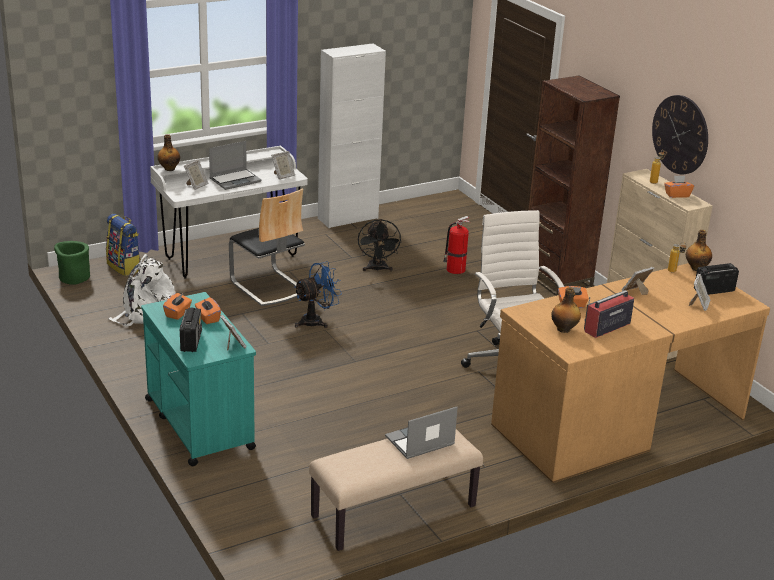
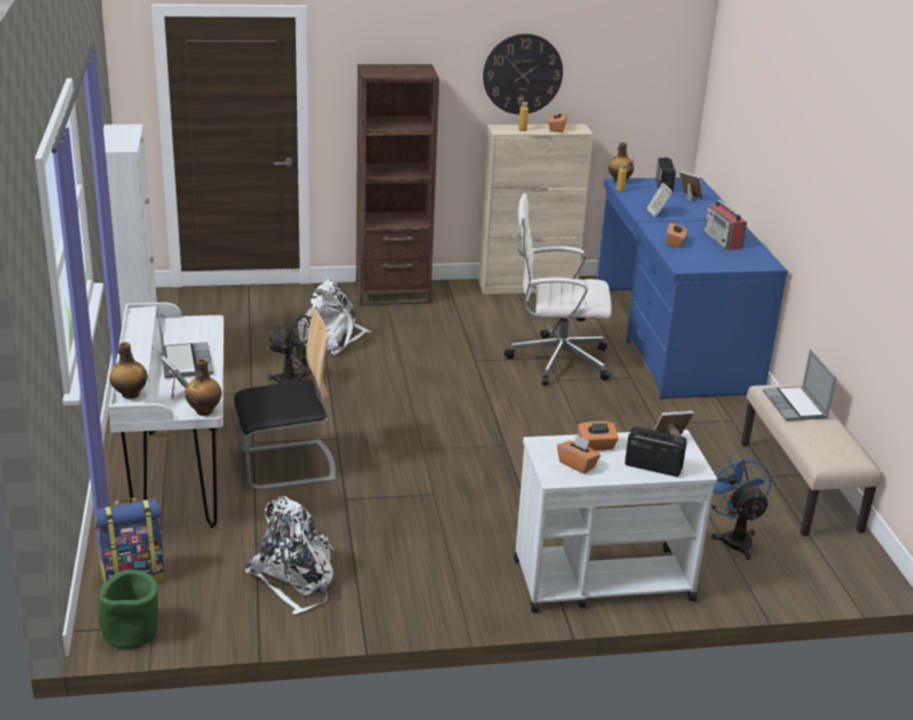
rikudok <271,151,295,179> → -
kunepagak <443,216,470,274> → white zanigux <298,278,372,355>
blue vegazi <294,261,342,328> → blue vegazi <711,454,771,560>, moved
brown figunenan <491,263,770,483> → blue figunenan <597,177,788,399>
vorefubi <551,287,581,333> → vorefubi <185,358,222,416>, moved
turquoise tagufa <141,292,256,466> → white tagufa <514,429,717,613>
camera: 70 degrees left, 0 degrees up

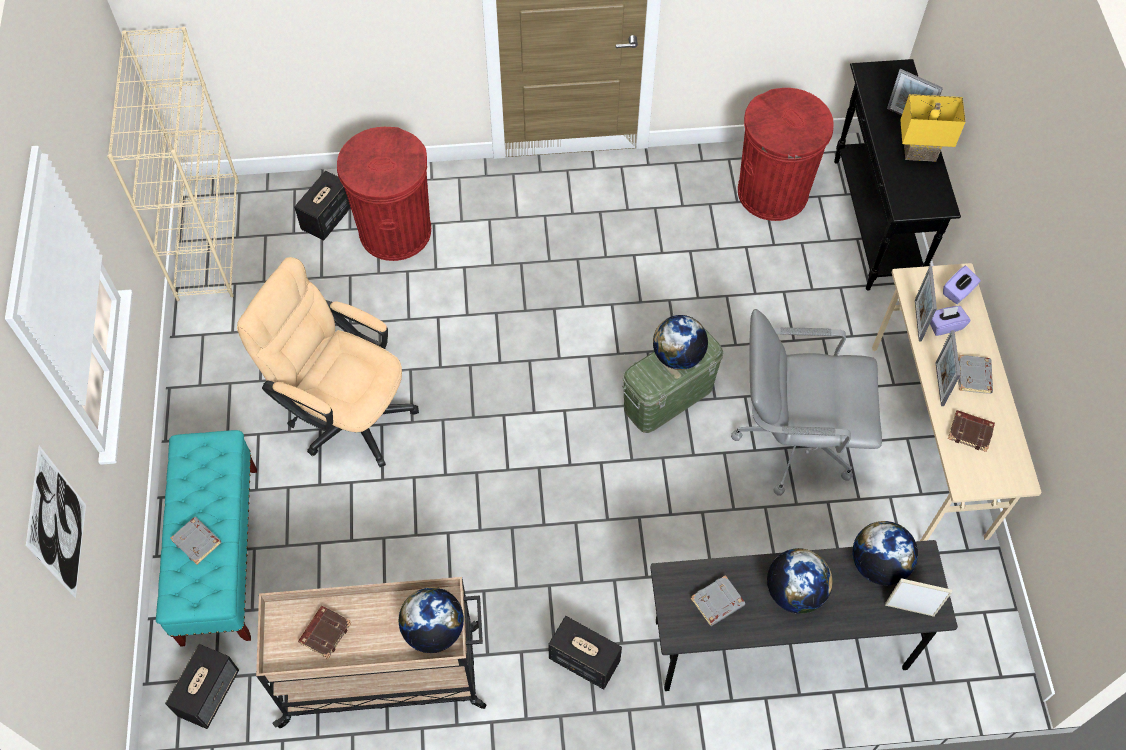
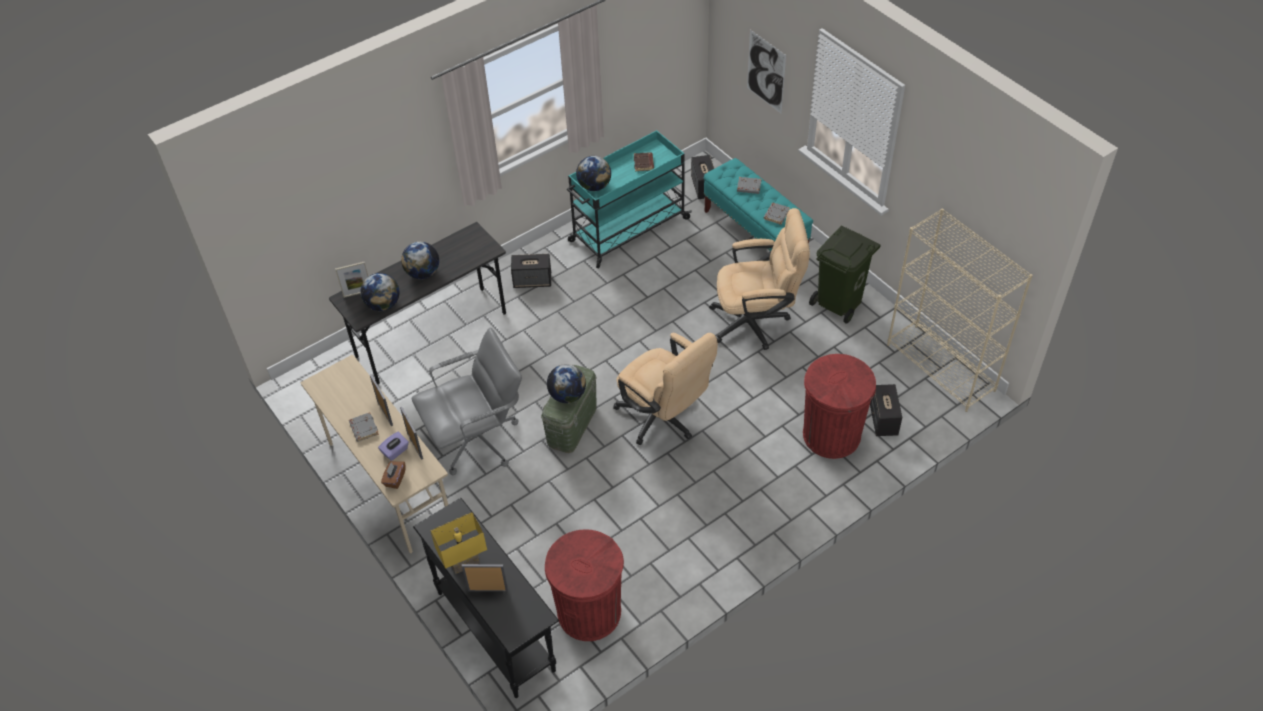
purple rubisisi <943,266,981,304> → brown rubisisi <381,461,406,489>
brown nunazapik <948,410,995,452> → -
grey nunazapik <691,575,745,626> → grey nunazapik <764,203,790,225>, moved
beige tagufa <256,577,487,728> → turquoise tagufa <567,130,692,268>
- → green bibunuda <809,225,880,324>
- → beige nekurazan <613,333,718,445>
camera: 150 degrees right, 10 degrees down

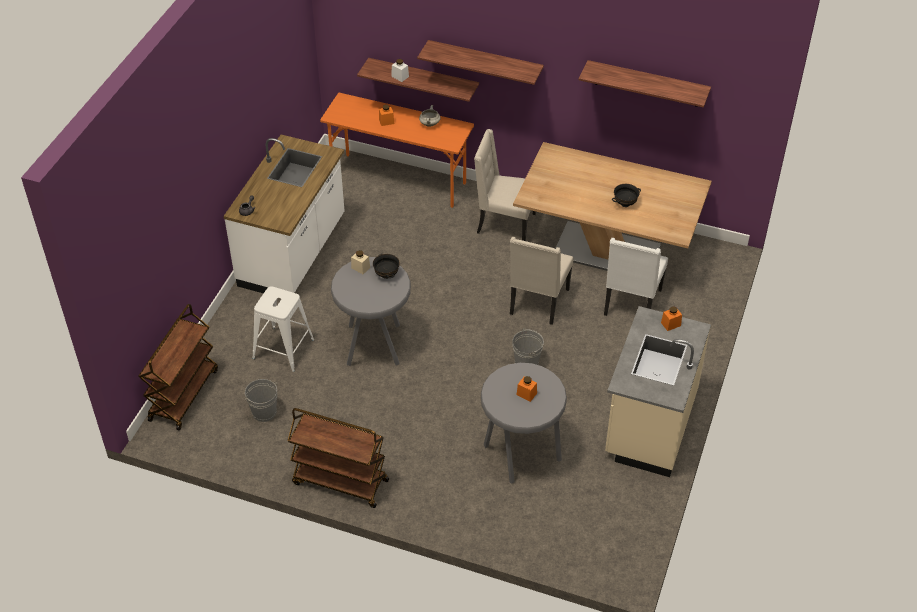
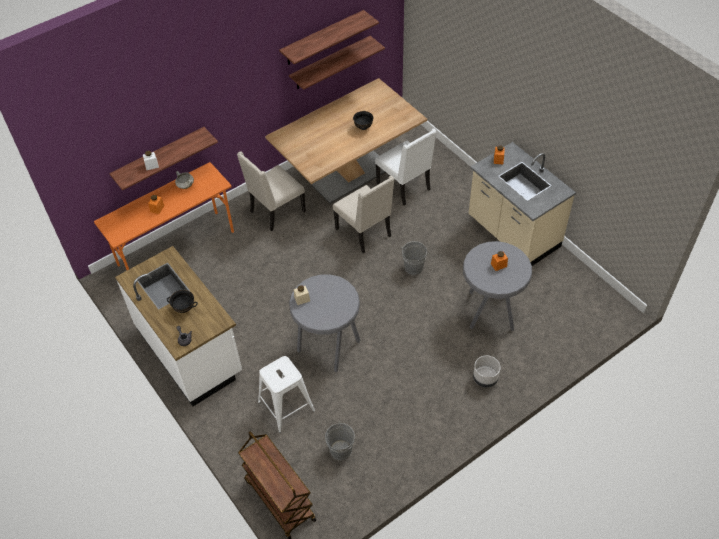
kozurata <417,40,544,85> → kozurata <289,36,385,90>, moved
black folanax <373,254,400,279> → black folanax <167,290,198,313>, moved
brown tagufa <288,408,389,508> → -
- → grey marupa <473,356,501,388>
camera: 55 degrees left, 5 degrees up

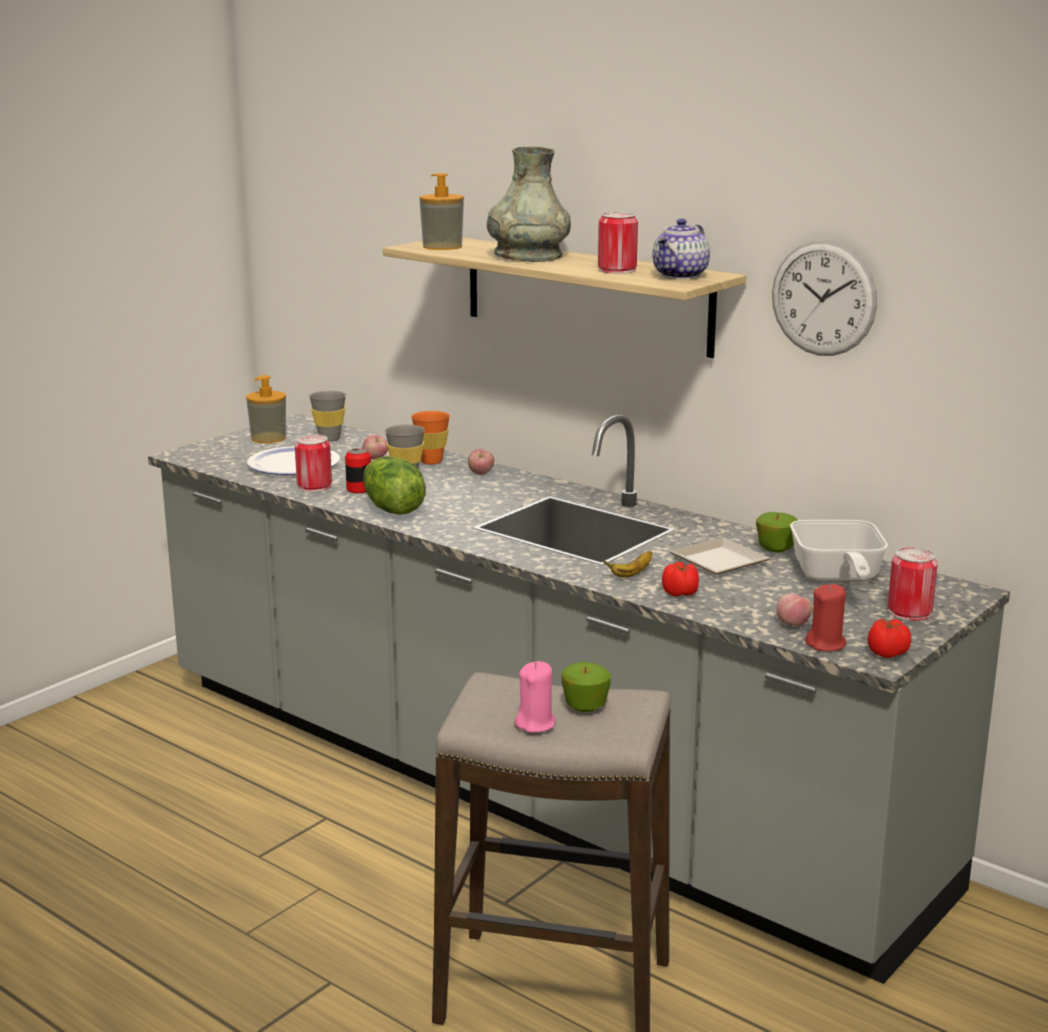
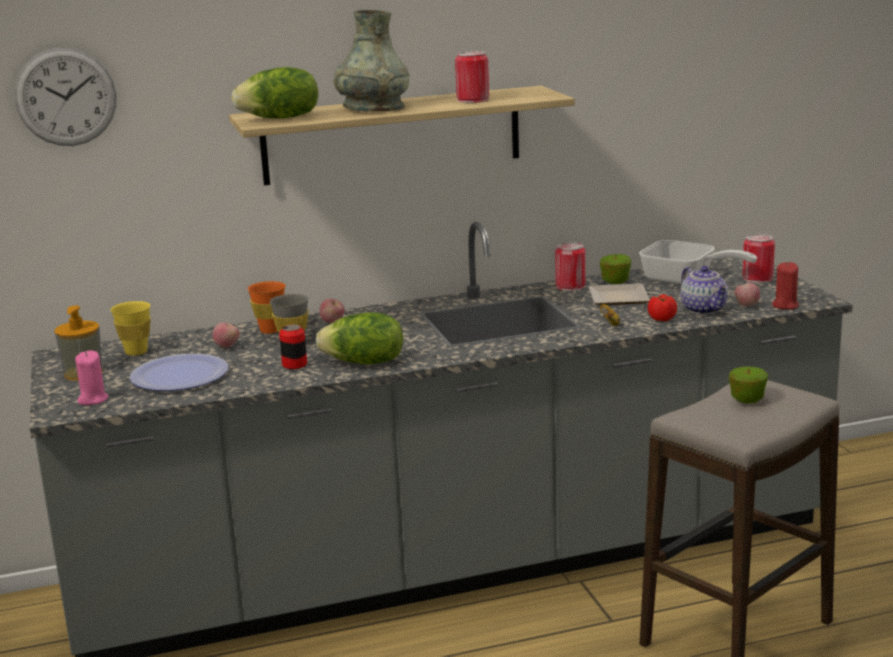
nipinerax <419,173,464,250> → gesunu <232,67,318,119>
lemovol <652,219,710,279> → lemovol <680,266,728,315>, moved
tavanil <772,240,877,356> → tavanil <15,48,116,146>, moved
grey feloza <309,391,346,442> → yellow feloza <110,301,151,356>
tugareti <295,434,332,492> → tugareti <555,242,586,291>, moved
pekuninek <867,619,911,658> → -
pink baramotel <514,661,556,733> → pink baramotel <75,351,108,405>, moved
camera: 55 degrees left, 0 degrees up

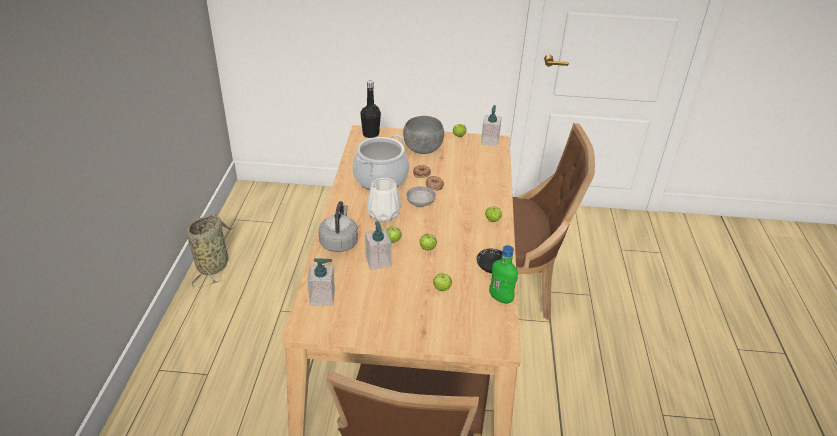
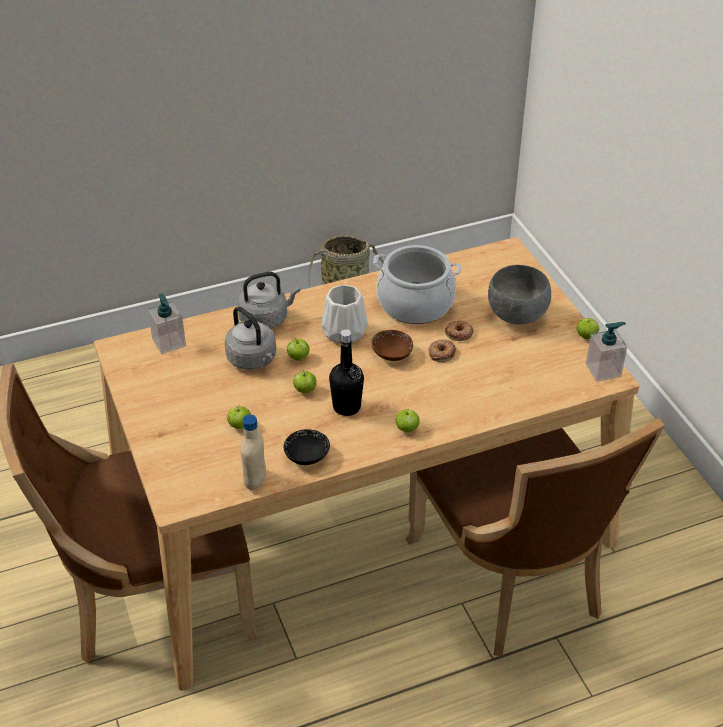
black vorefubi <361,81,381,138> → black vorefubi <329,329,364,416>, moved
grey folanax <406,186,436,207> → brown folanax <372,330,413,361>
nipinerax <365,221,391,270> → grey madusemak <225,307,276,370>
green vorefubi <489,245,518,304> → beige vorefubi <240,414,266,490>
camera: 65 degrees right, 5 degrees up

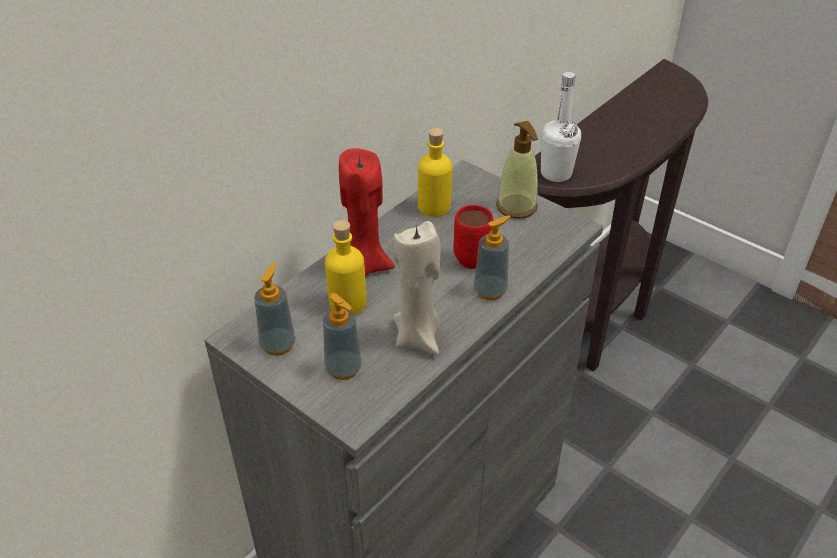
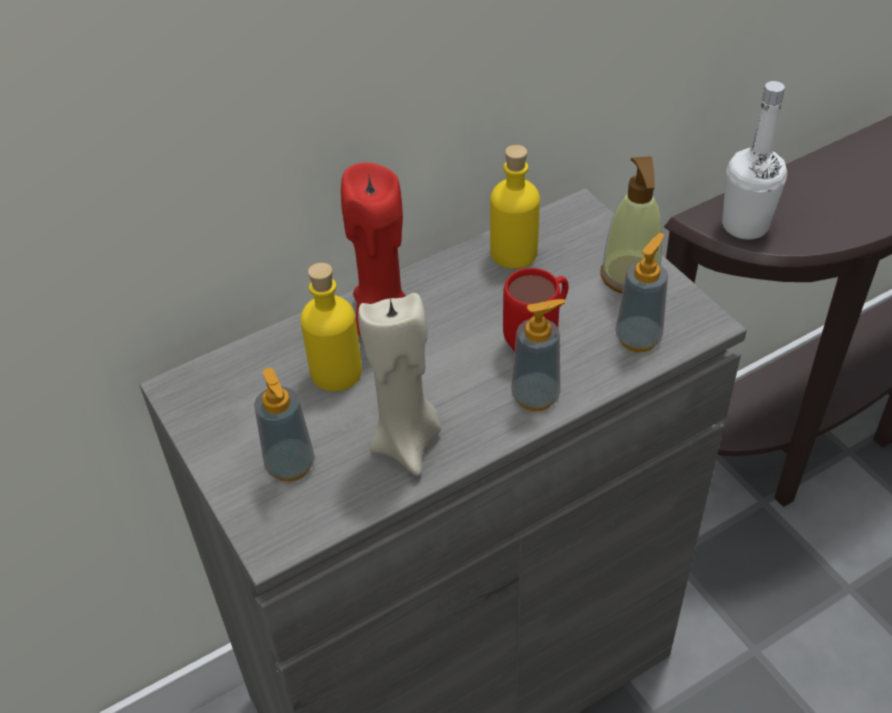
nipinerax <254,263,296,356> → nipinerax <616,233,668,352>, moved
camera: 20 degrees right, 5 degrees up

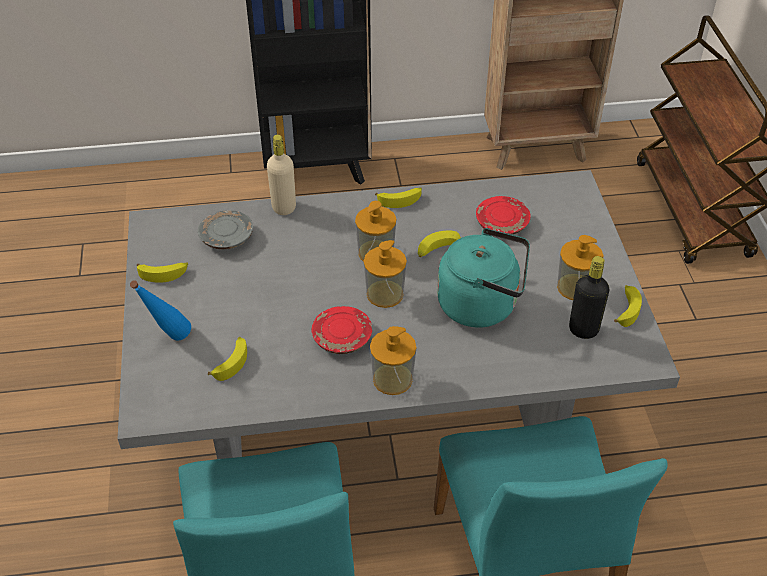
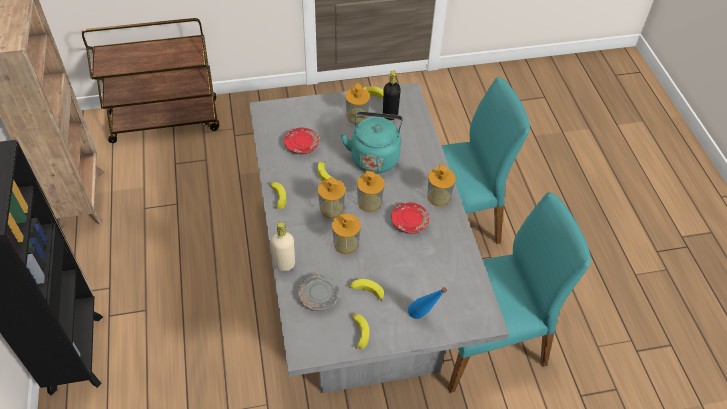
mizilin <208,337,247,381> → mizilin <349,279,384,301>, moved
- → nipinerax <332,213,361,254>
camera: 95 degrees left, 5 degrees up

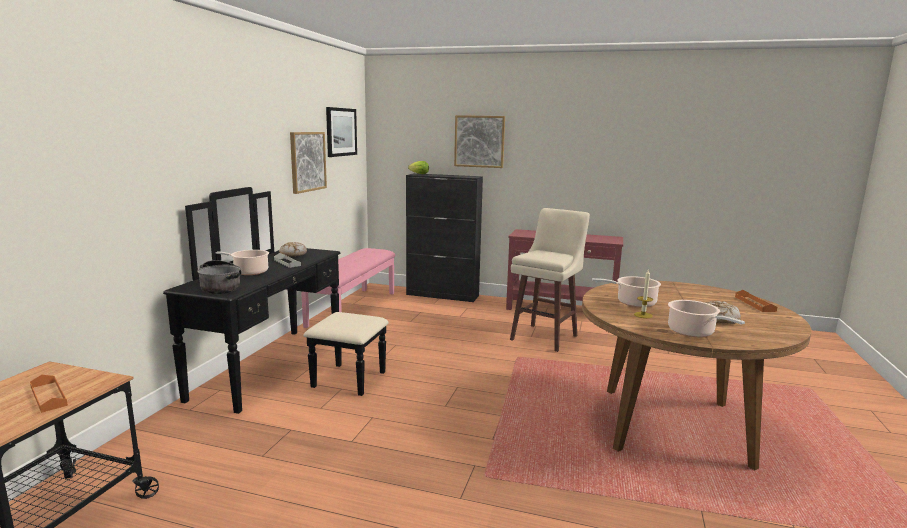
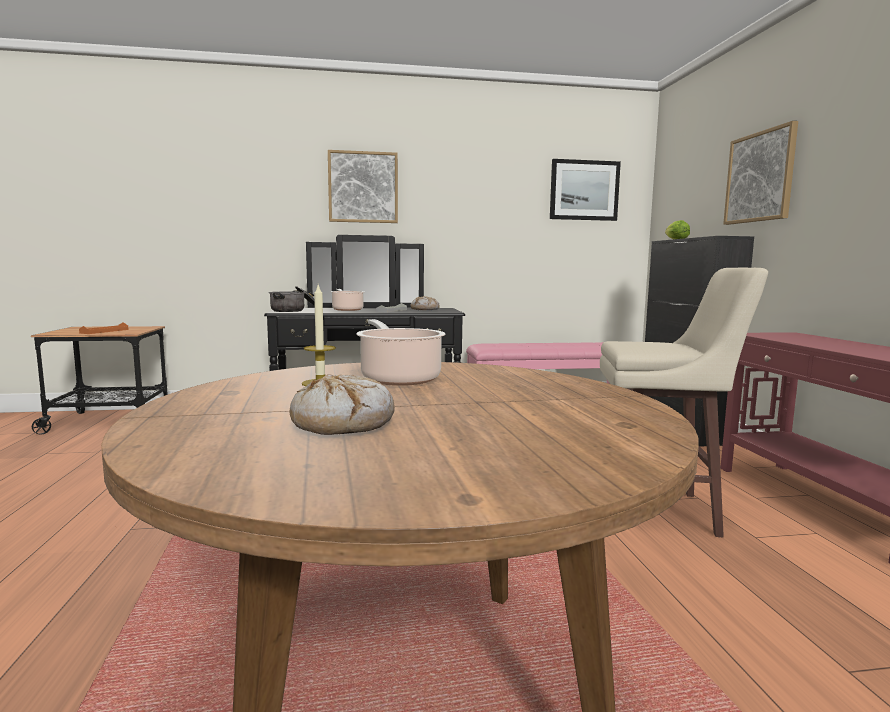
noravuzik <290,132,327,194> → noravuzik <328,150,398,223>, moved
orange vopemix <735,290,777,312> → -
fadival <668,300,745,337> → -
camera: 65 degrees right, 5 degrees down

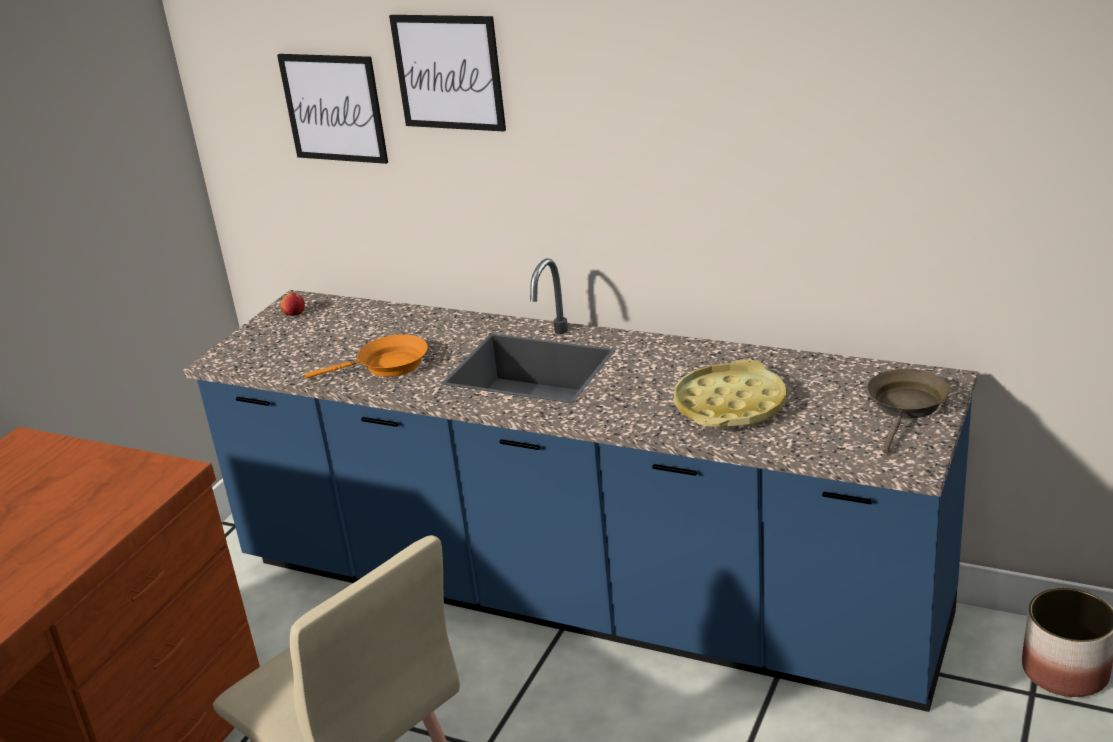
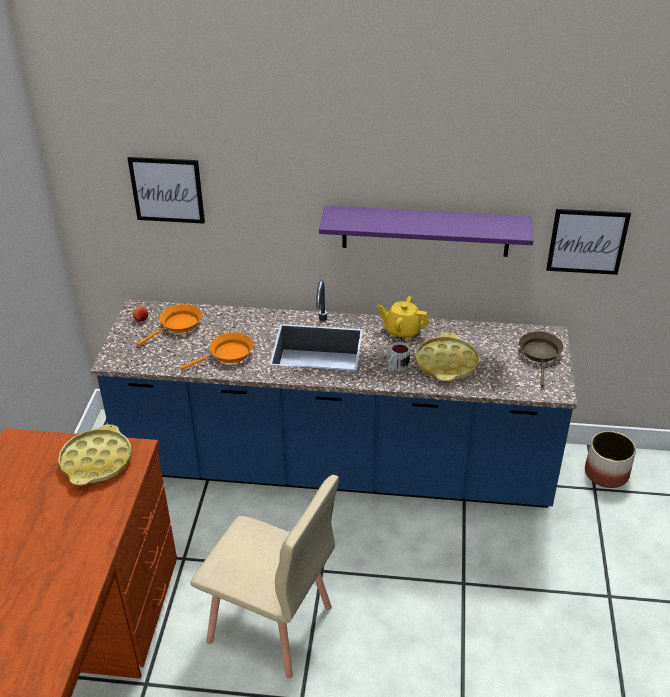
noravuzik <389,15,506,132> → noravuzik <546,209,631,275>, moved
- → purple kozurata <319,206,533,257>
- → yellow lemovol <377,296,430,340>
- → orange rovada <137,304,202,346>
- → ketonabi <388,342,410,372>
- → yellow vopemix <58,424,132,486>
camera: 20 degrees left, 10 degrees up

